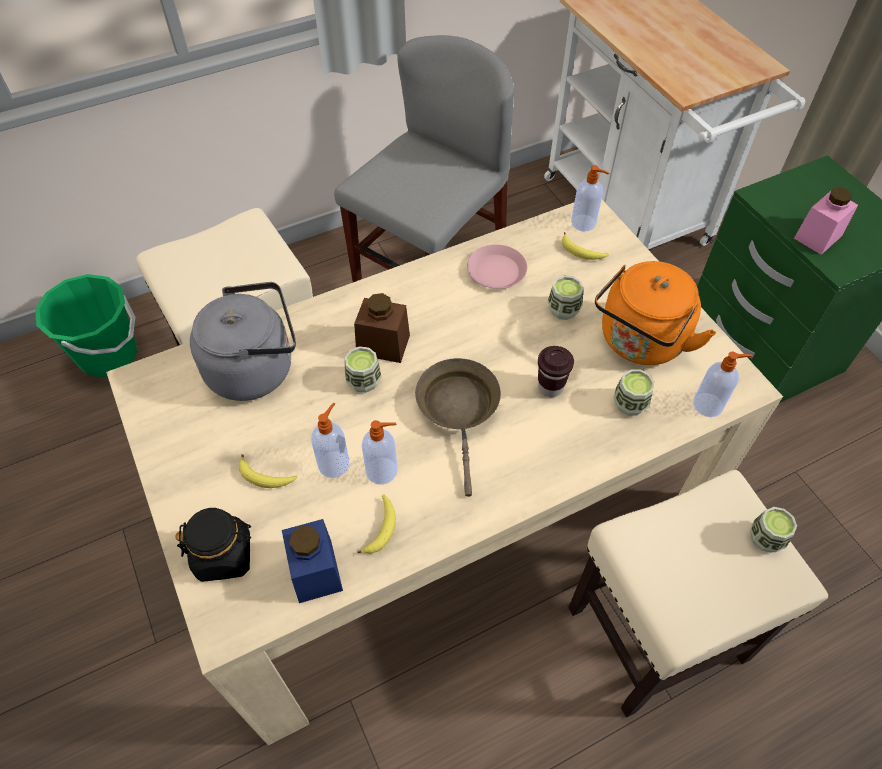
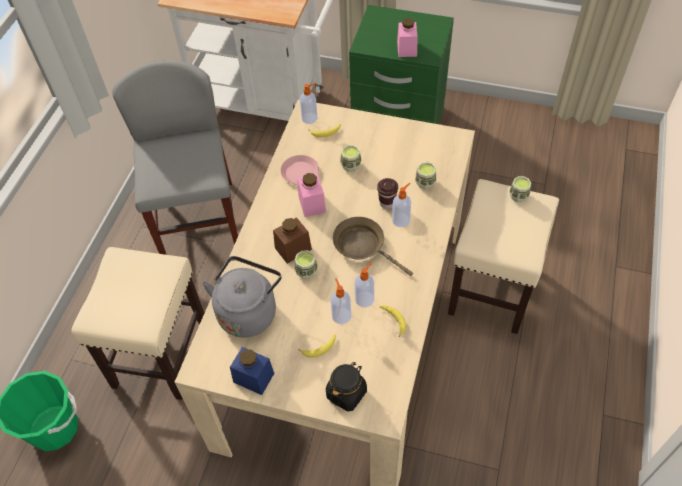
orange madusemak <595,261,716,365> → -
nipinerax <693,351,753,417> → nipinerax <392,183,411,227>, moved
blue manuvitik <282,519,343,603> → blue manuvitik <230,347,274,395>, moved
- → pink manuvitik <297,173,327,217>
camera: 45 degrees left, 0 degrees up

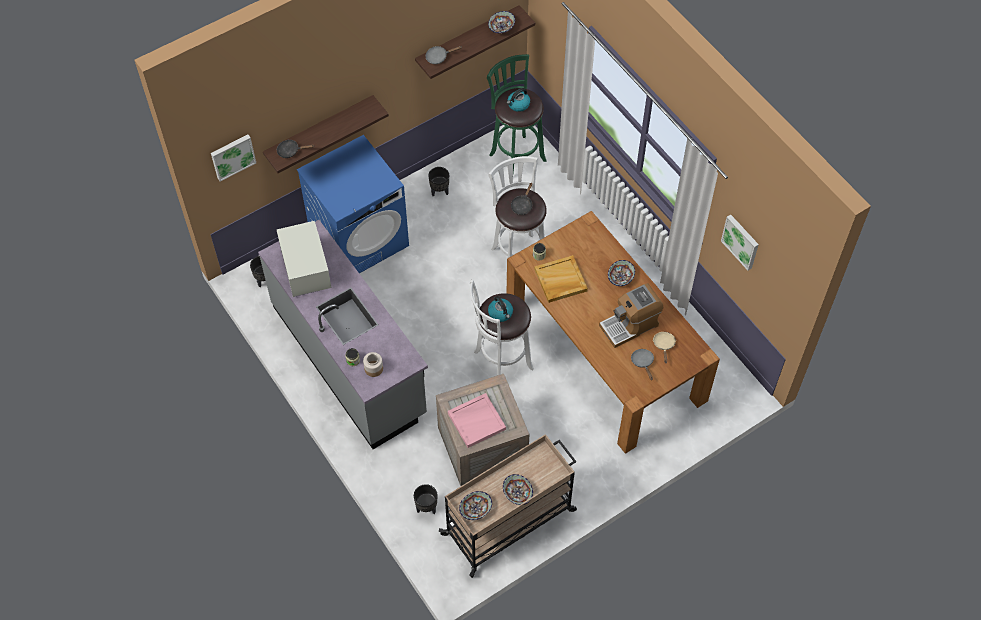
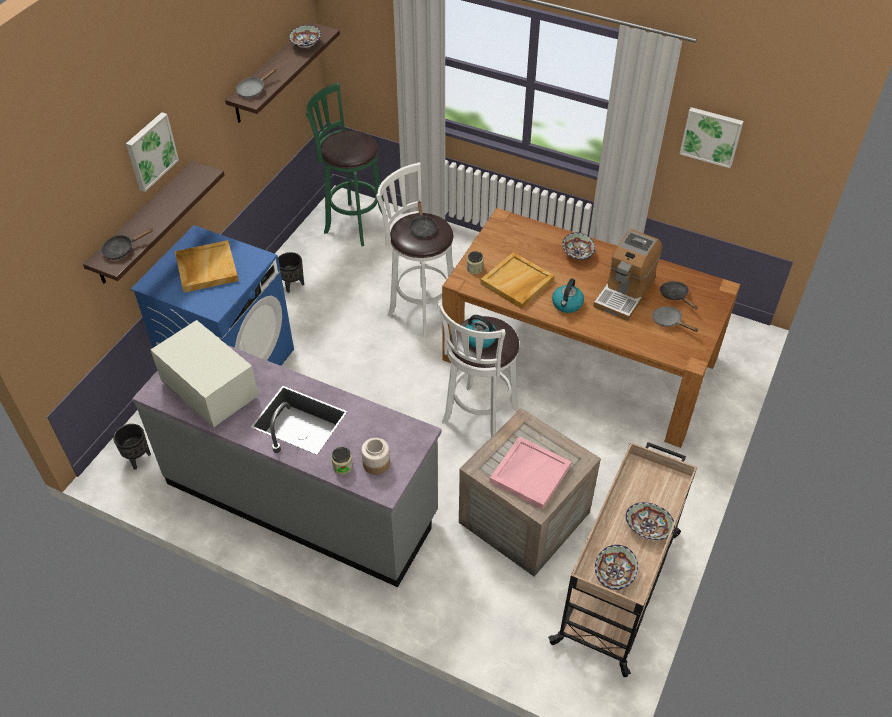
madusemak <507,88,530,112> → madusemak <552,278,584,313>, moved
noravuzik <211,134,256,182> → noravuzik <126,112,179,192>, moved
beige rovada <653,332,676,363> → black rovada <660,281,698,309>
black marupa <414,484,437,514> → -
- → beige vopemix <175,240,239,293>
camera: 30 degrees left, 10 degrees down

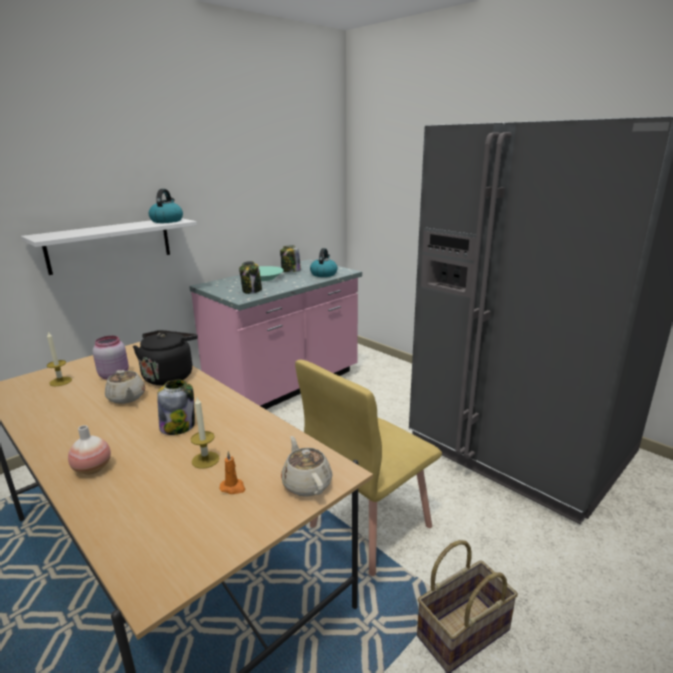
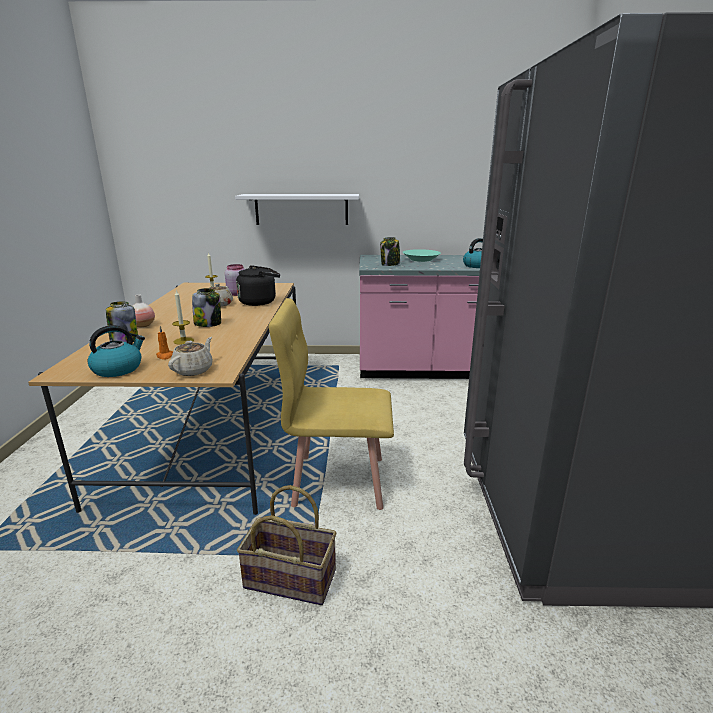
madusemak <149,189,183,223> → madusemak <87,325,145,377>, moved
manuvitik <280,245,301,272> → manuvitik <106,302,138,342>, moved
camera: 45 degrees right, 0 degrees up

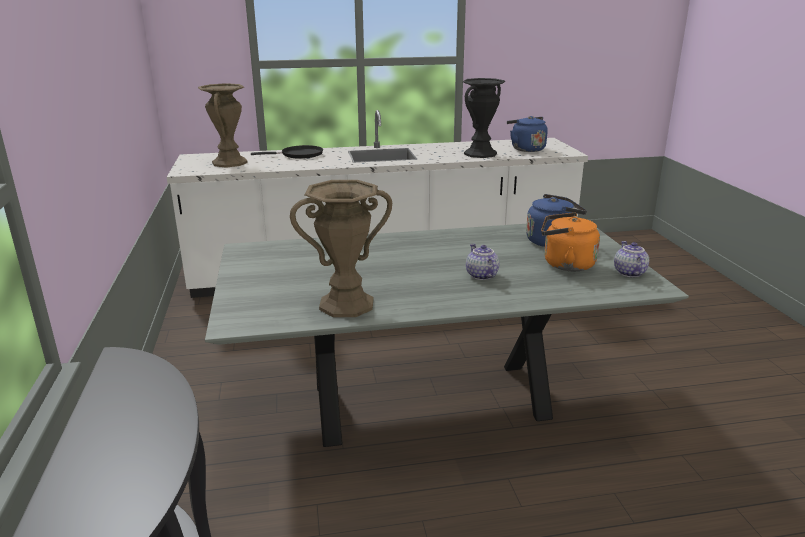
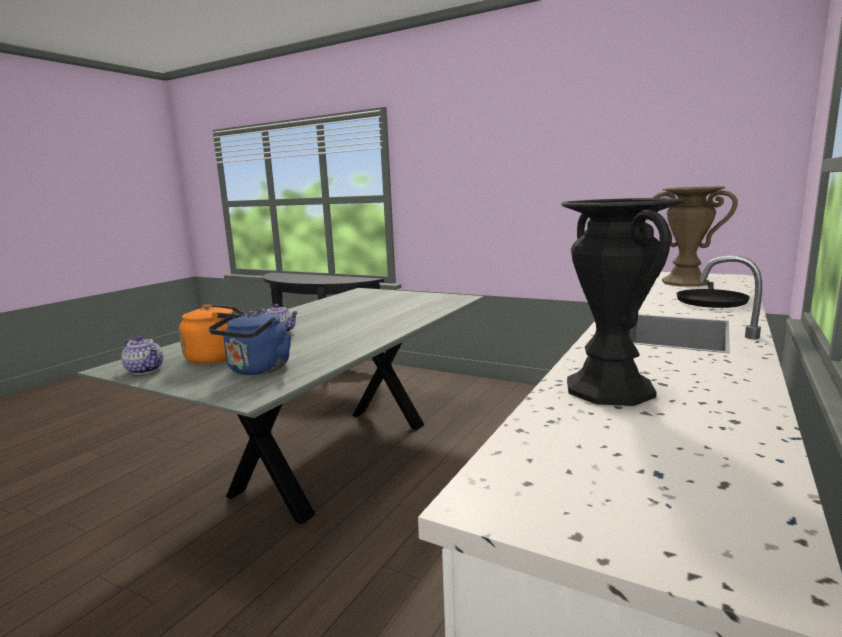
blue madusemak <507,116,548,152> → -
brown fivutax <290,180,392,317> → -
camera: 130 degrees right, 10 degrees down

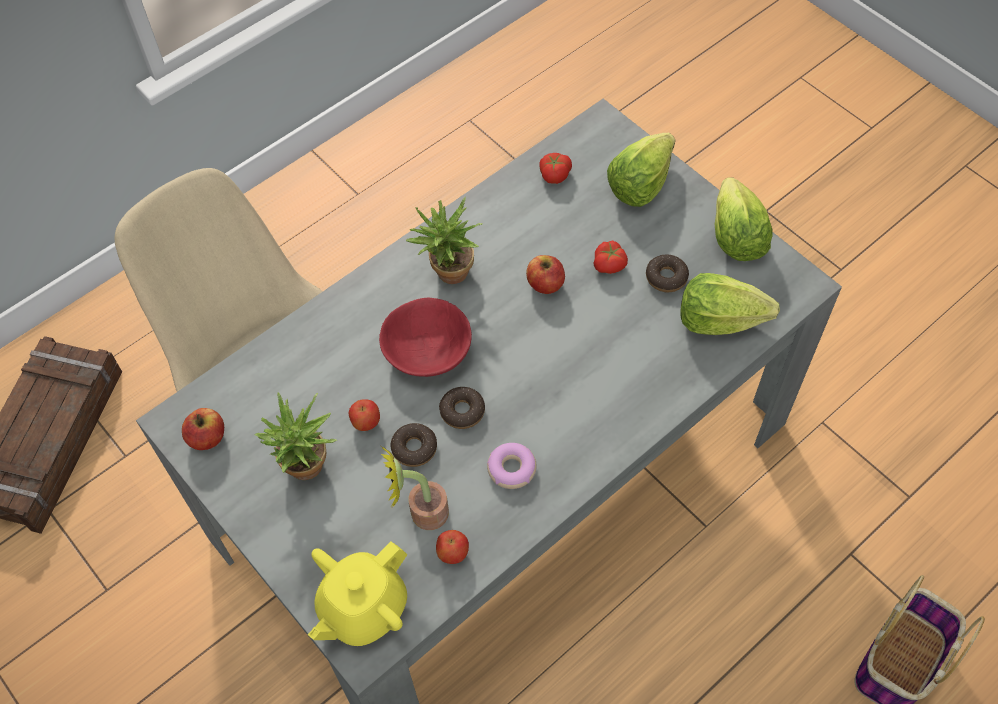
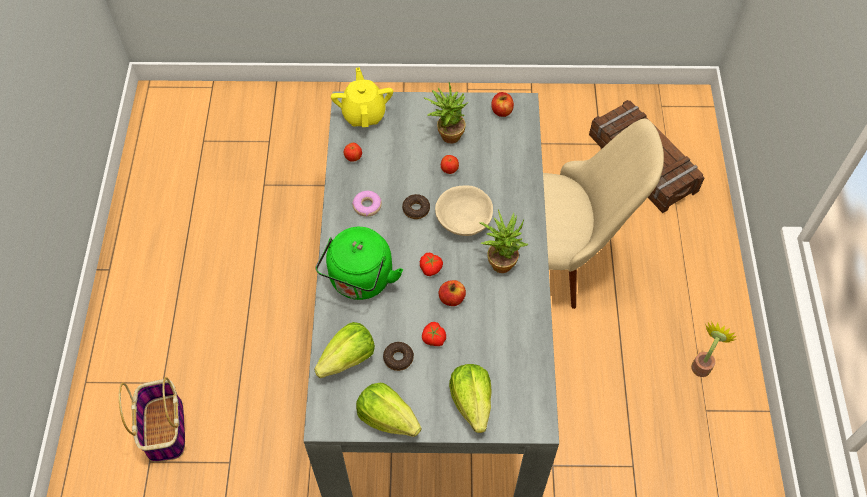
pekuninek <539,153,572,184> → pekuninek <420,253,443,276>, moved
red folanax <379,298,472,377> → beige folanax <435,186,493,236>
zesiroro <390,423,437,467> → -
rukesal <381,446,449,530> → rukesal <691,321,736,377>, moved
- → green madusemak <315,227,403,300>
camera: 130 degrees right, 0 degrees up

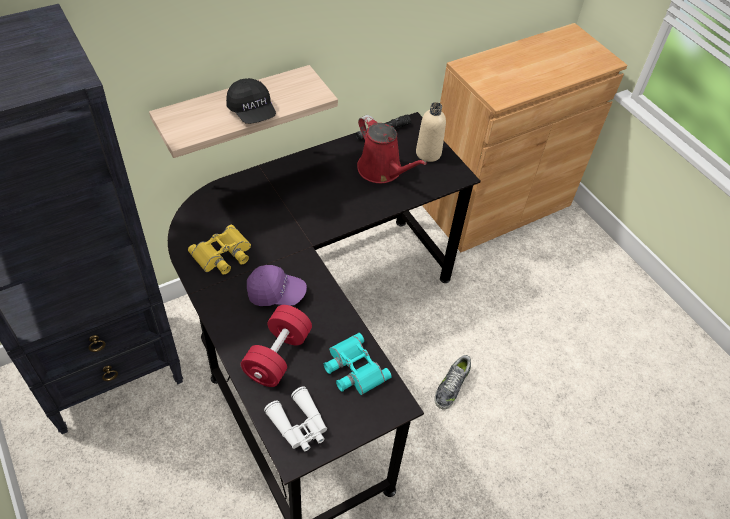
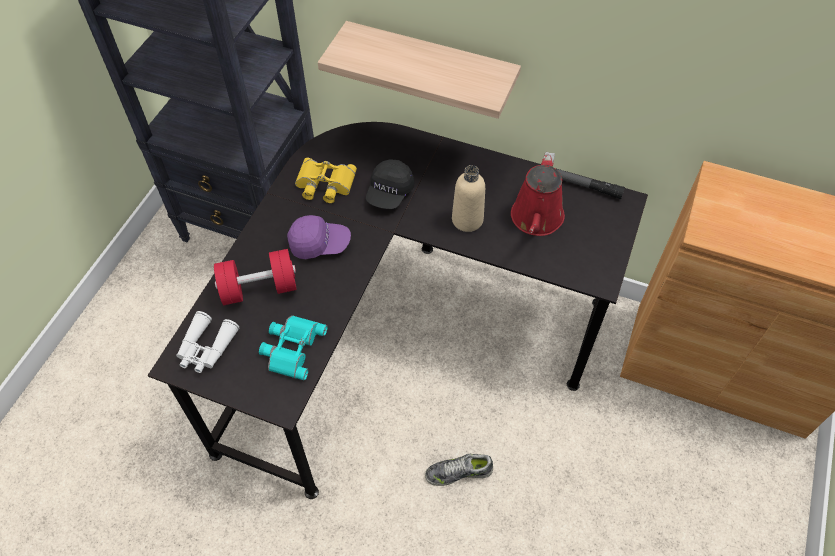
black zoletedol <226,78,276,124> → black zoletedol <366,159,414,209>, moved
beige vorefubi <416,102,446,162> → beige vorefubi <452,165,485,232>, moved
purple zoletedol <247,265,307,306> → purple zoletedol <287,215,351,259>, 60 degrees counterclockwise
camera: 55 degrees right, 5 degrees up

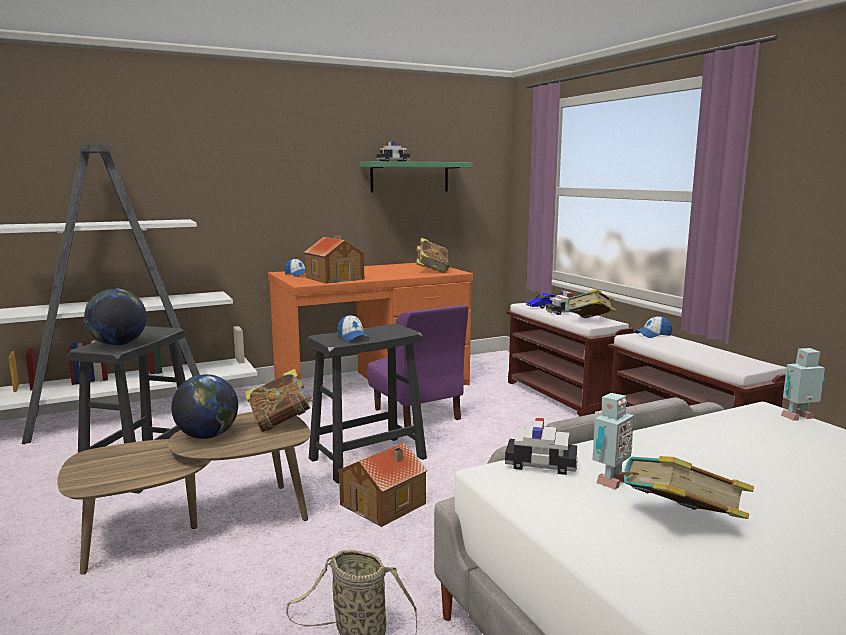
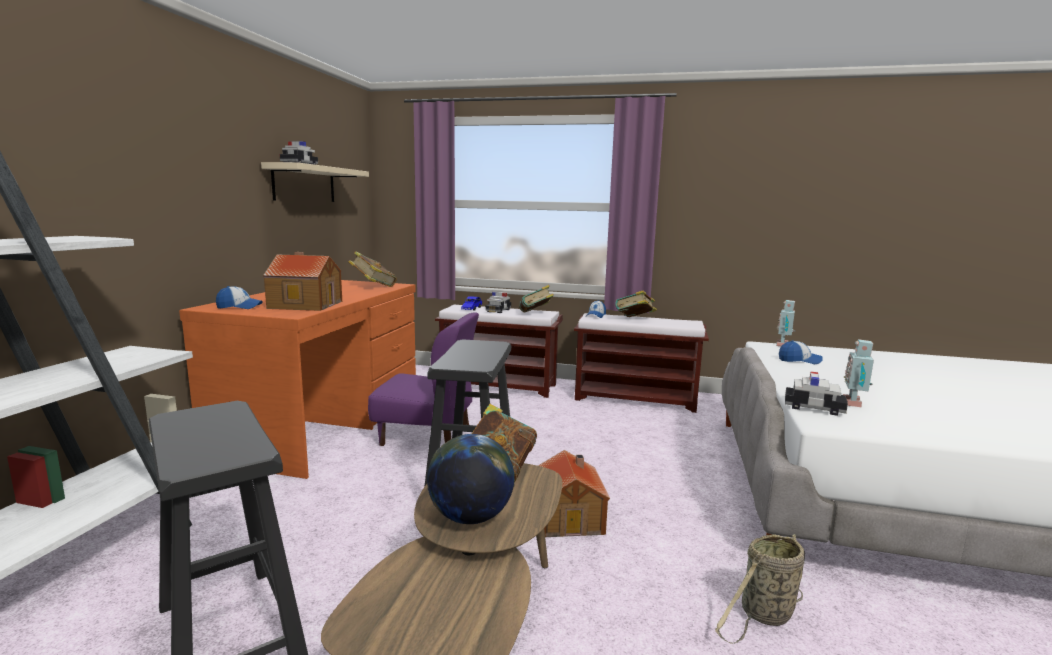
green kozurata <360,161,473,192> → beige kozurata <261,162,369,202>
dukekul <84,289,147,346> → -
zoletedol <338,314,369,341> → zoletedol <779,340,823,364>, moved
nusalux <592,393,634,490> → nusalux <843,339,874,407>, 150 degrees counterclockwise
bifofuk <505,418,578,475> → bifofuk <785,371,848,416>, 60 degrees clockwise
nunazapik <620,456,754,519> → nunazapik <615,290,657,317>, moved
camera: 50 degrees left, 0 degrees up

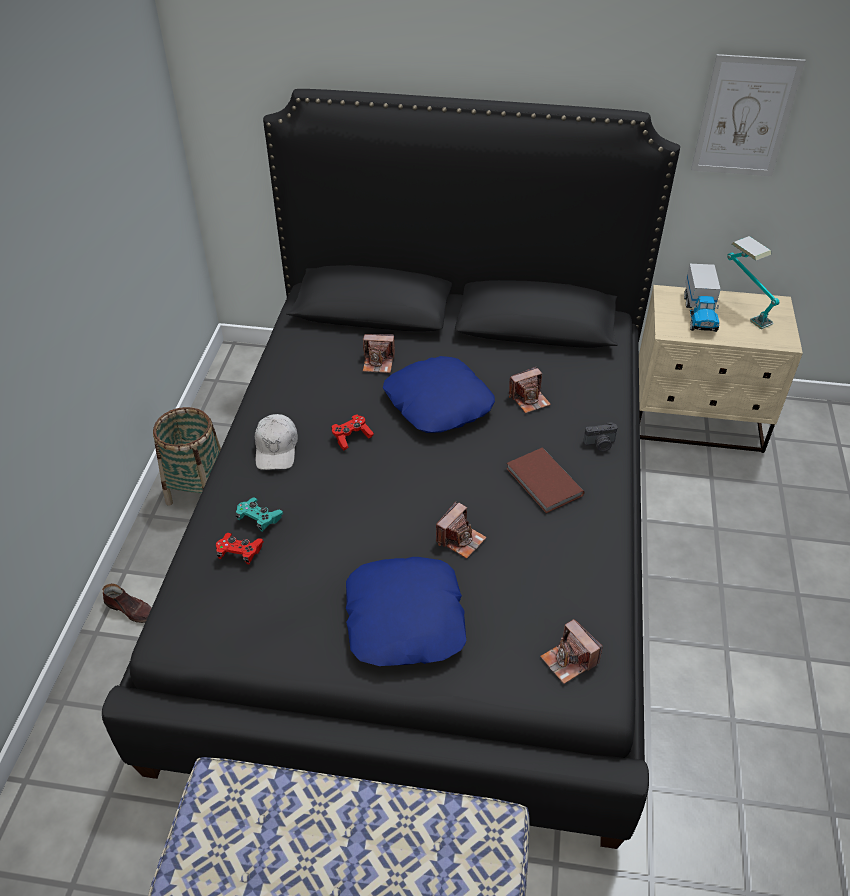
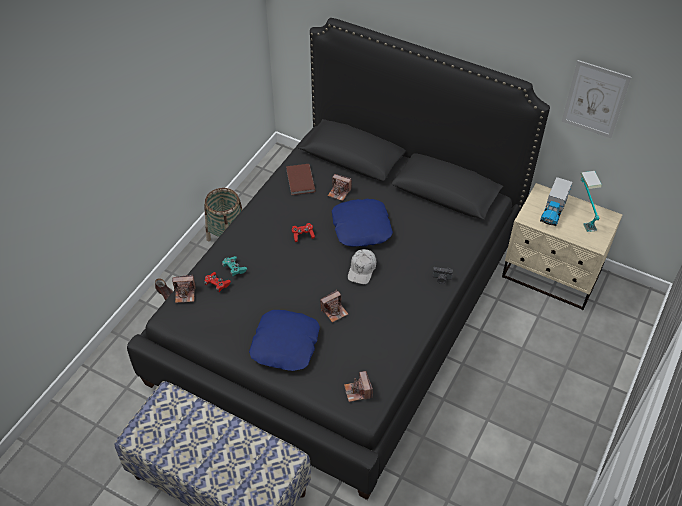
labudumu <509,367,551,413> → labudumu <172,275,195,303>, moved
white zoletedol <255,414,298,470> → white zoletedol <348,249,377,285>, moved
brown nunazapik <506,448,584,513> → brown nunazapik <286,164,316,195>, moved
camera: 20 degrees right, 5 degrees up

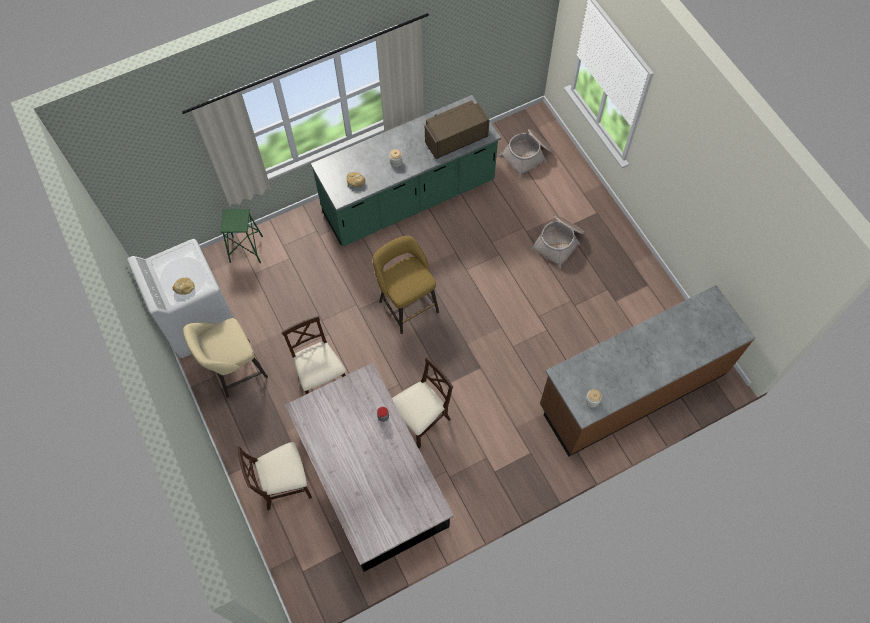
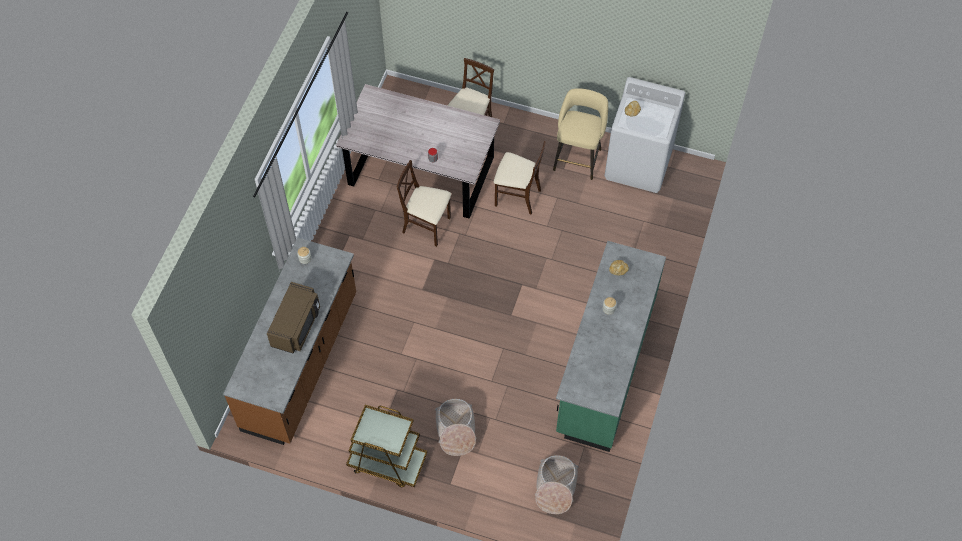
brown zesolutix <425,100,490,159> → brown zesolutix <267,282,320,354>, moved
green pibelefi <221,209,263,263> → -
yellow pibelefi <373,236,439,334> → -
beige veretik <392,357,453,449> → beige veretik <397,160,451,247>, 105 degrees clockwise
- → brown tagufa <346,405,427,488>
camera: 135 degrees right, 5 degrees down

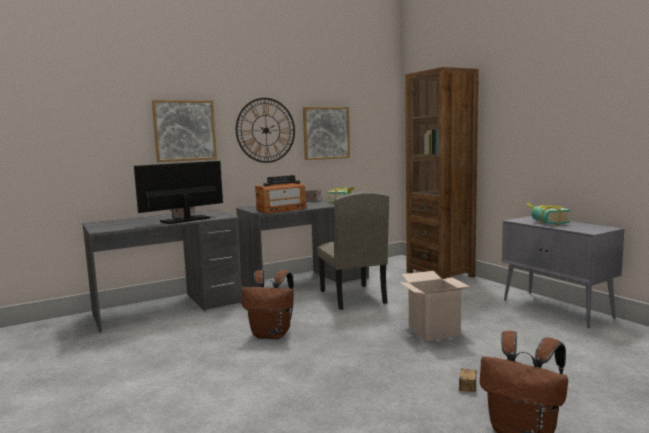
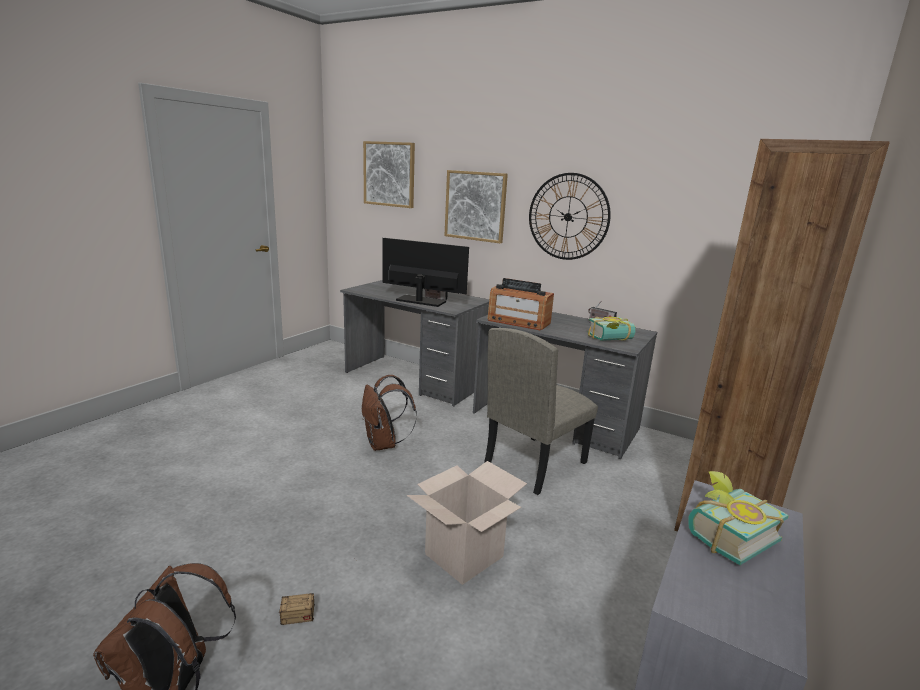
noravuzik <303,107,350,160> → noravuzik <363,141,415,208>, moved
camera: 60 degrees right, 10 degrees up

